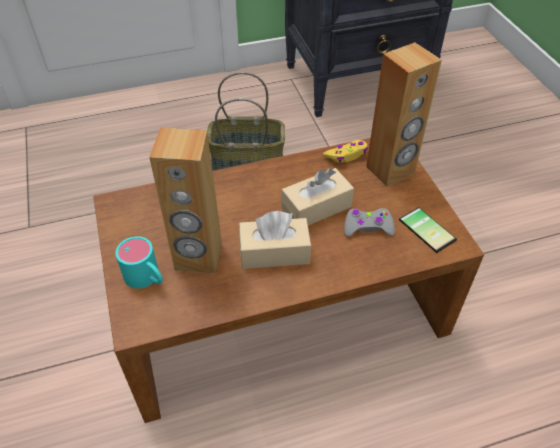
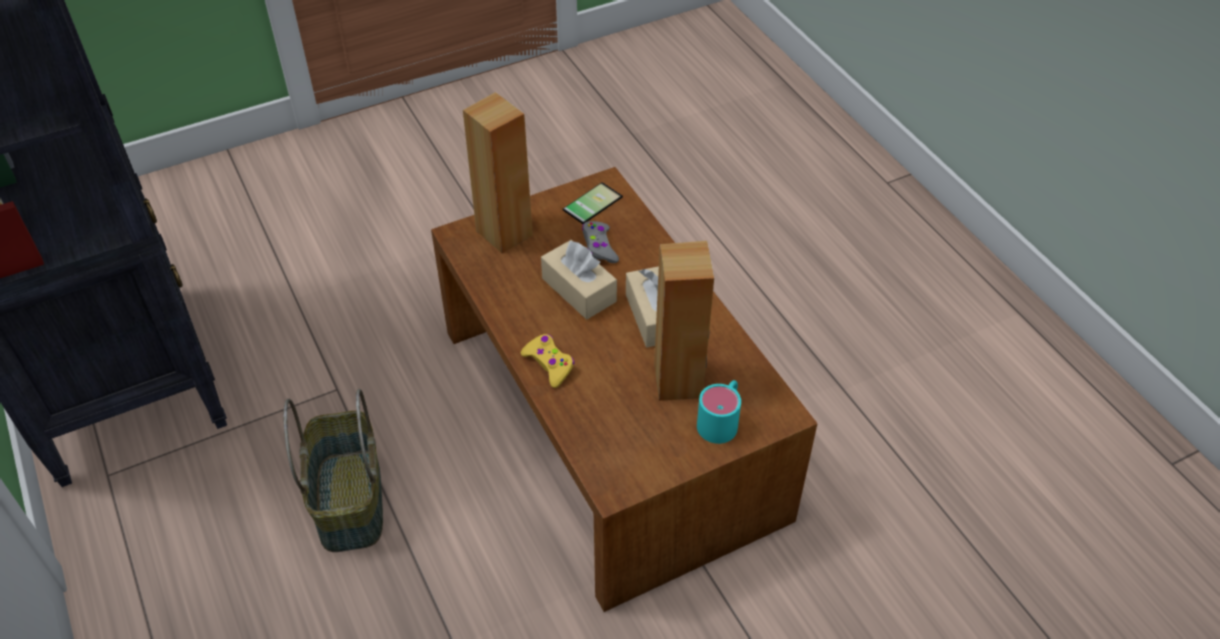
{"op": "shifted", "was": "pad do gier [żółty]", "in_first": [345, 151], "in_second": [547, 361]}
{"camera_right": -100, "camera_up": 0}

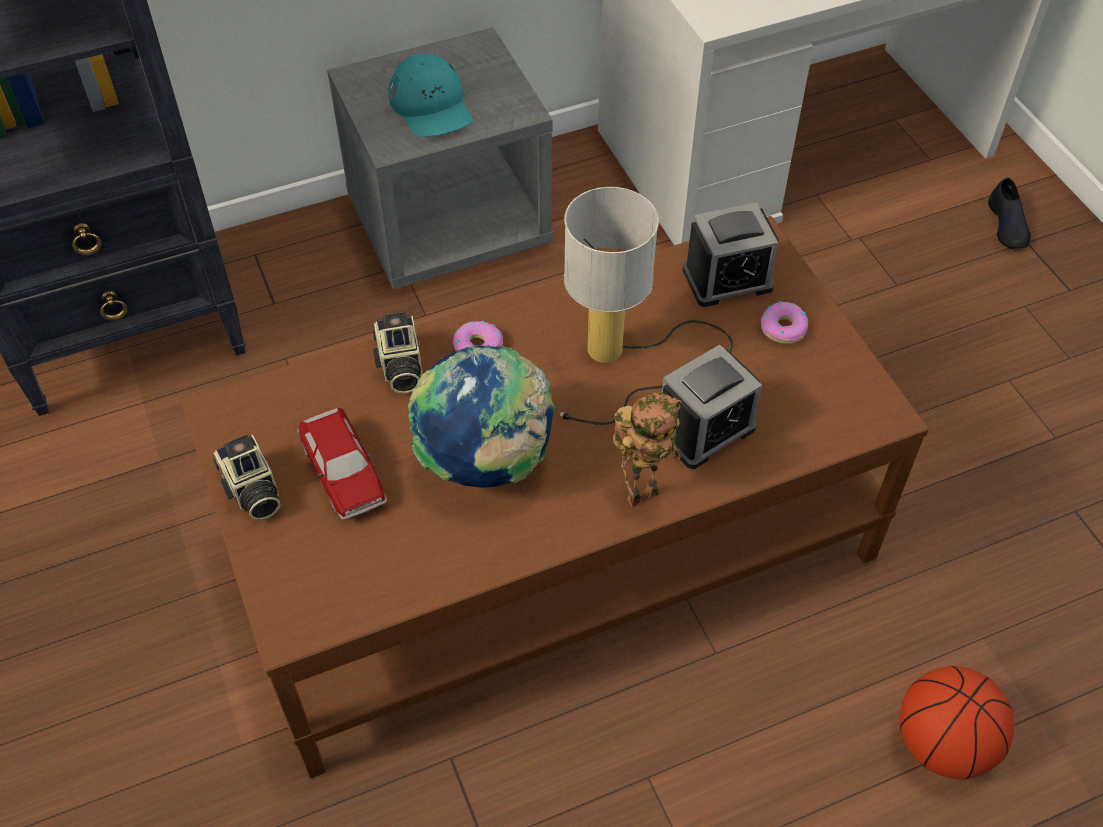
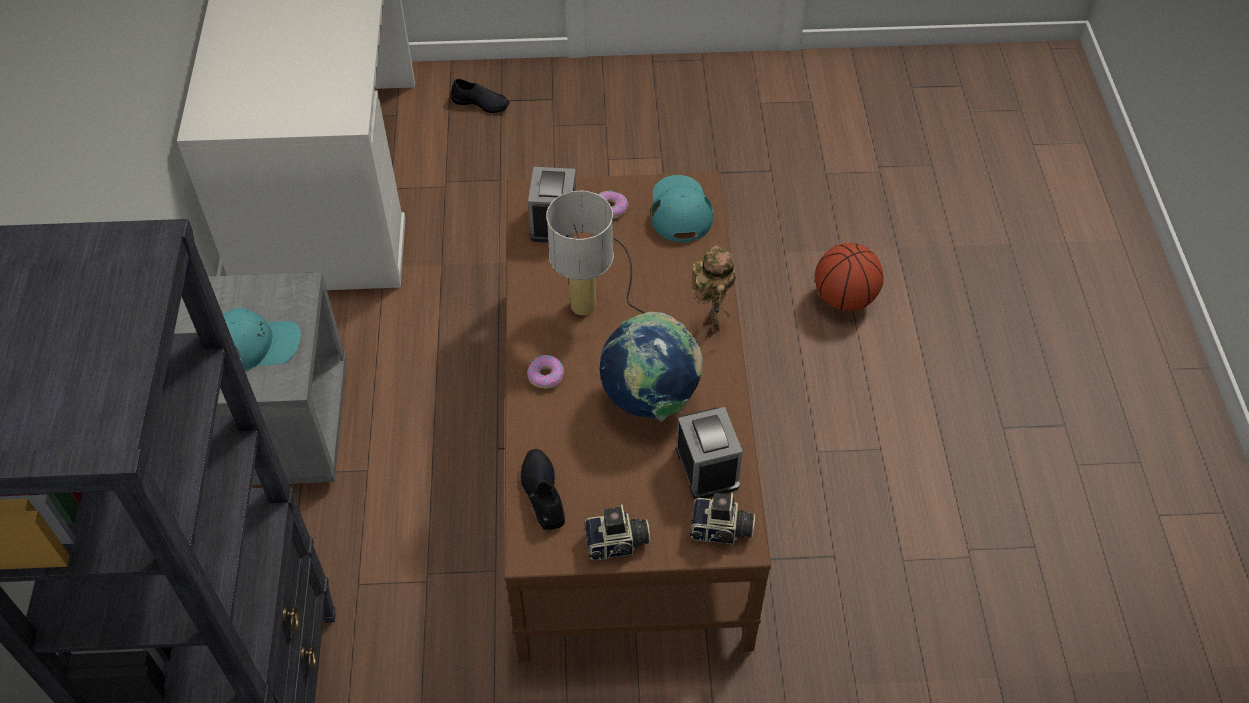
{"op": "shifted", "was": "aparat fotograficzny", "in_first": [397, 353], "in_second": [722, 518]}
{"op": "shifted", "was": "budzik", "in_first": [712, 407], "in_second": [709, 453]}
{"op": "gone", "was": "samochodzik", "in_first": [342, 464]}
{"op": "new", "now": "czapka z daszkiem [turkusowy]", "in_second": [682, 208]}
{"op": "new", "now": "but [czarny]", "in_second": [542, 489]}
{"camera_right": -70, "camera_up": 0}

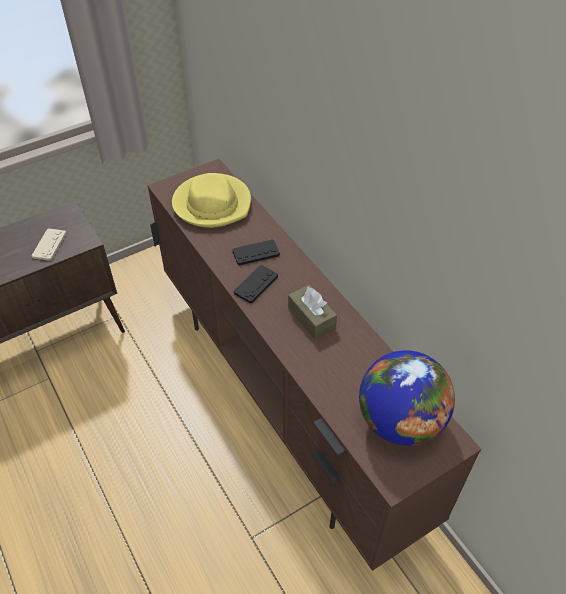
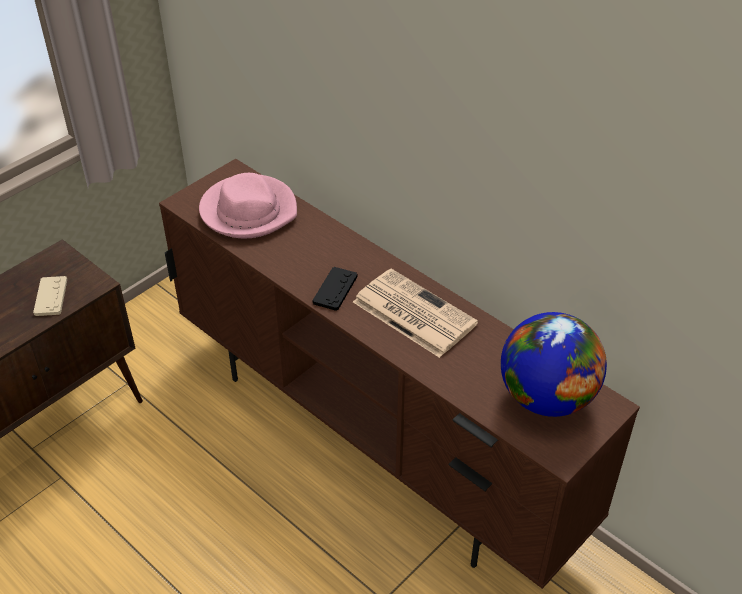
{"op": "repainted", "was": "kapelusz [żółty]", "now": "kapelusz [różowy]", "in_first": [211, 200], "in_second": [248, 205]}
{"op": "gone", "was": "pad do gier [czarny]", "in_first": [256, 252]}
{"op": "swapped", "was": "pudełko chusteczek [brązowy]", "now": "gazeta", "in_first": [312, 312], "in_second": [415, 313]}
{"camera_right": -15, "camera_up": -5}

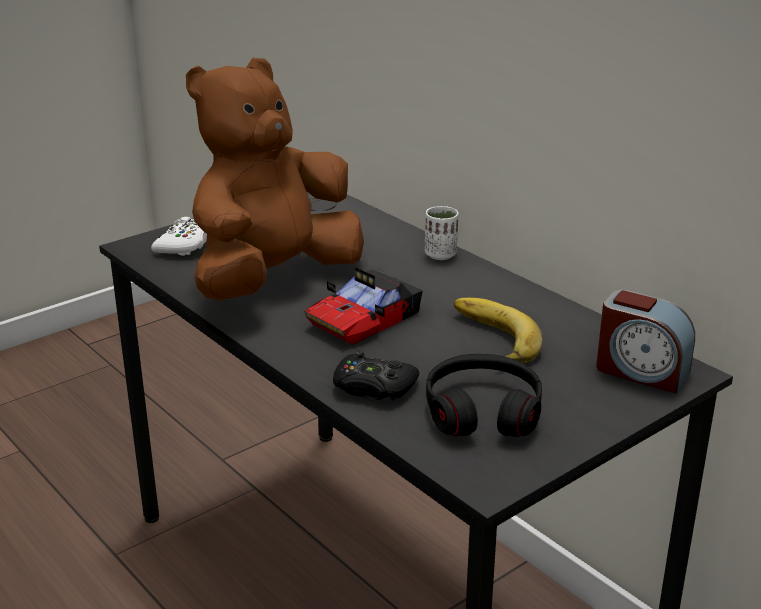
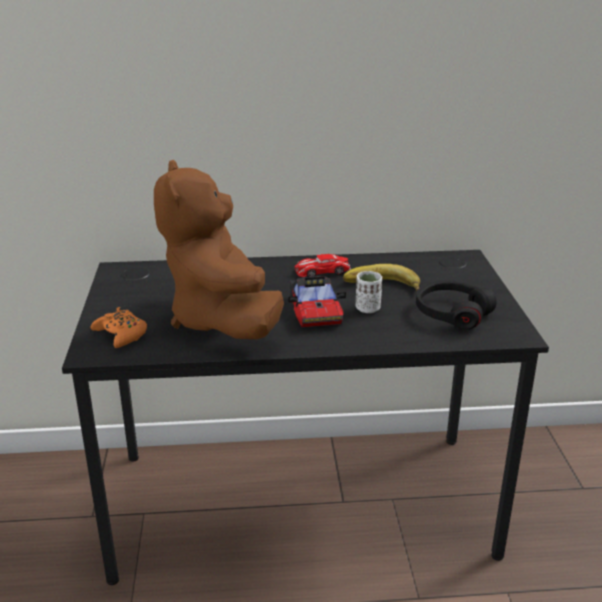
{"op": "shifted", "was": "filiżanka [biały]", "in_first": [442, 233], "in_second": [369, 292]}
{"op": "repainted", "was": "pad do gier [biały]", "now": "pad do gier [pomarańczowy]", "in_first": [179, 236], "in_second": [119, 327]}
{"op": "gone", "was": "budzik", "in_first": [645, 341]}
{"op": "gone", "was": "pad do gier [czarny]", "in_first": [376, 375]}
{"op": "new", "now": "samochodzik", "in_second": [322, 265]}
{"camera_right": -55, "camera_up": 0}

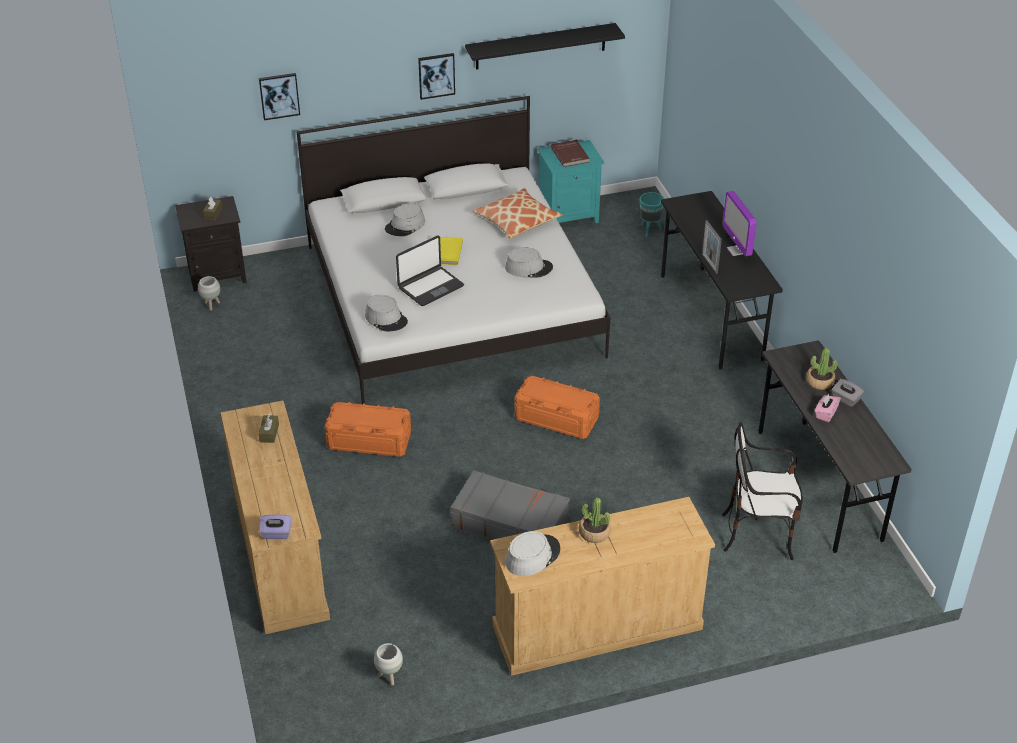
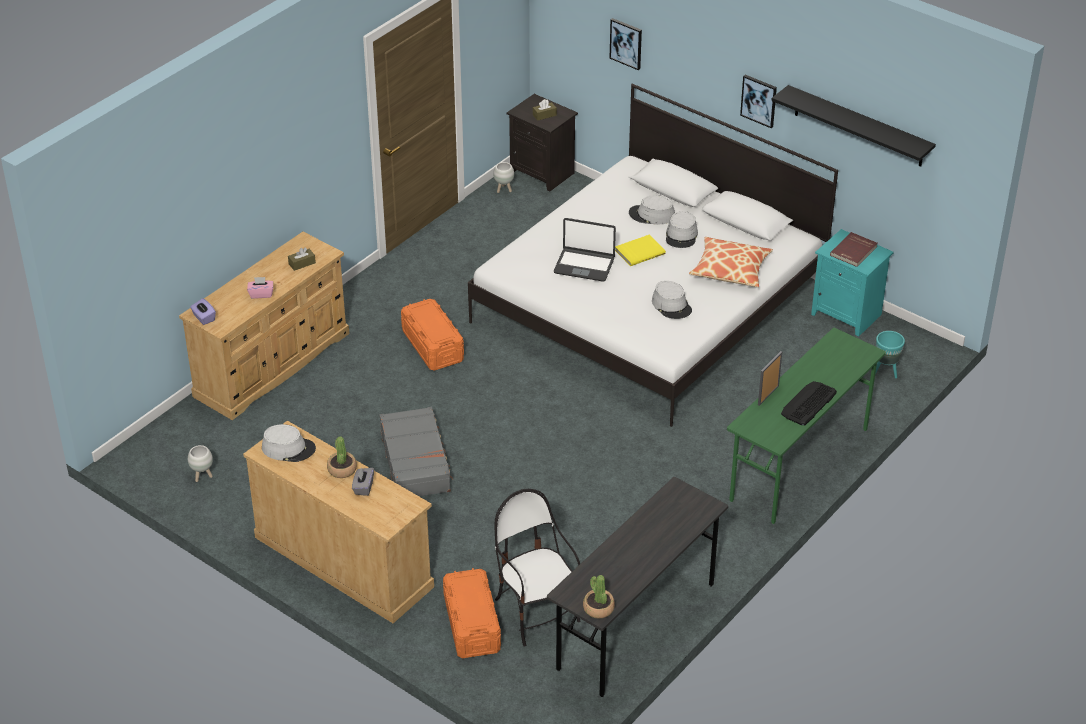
{"op": "repainted", "was": "biurko [czarny]", "now": "biurko [zielony]", "in_first": [722, 280], "in_second": [806, 426]}
{"op": "swapped", "was": "monitor", "now": "klawiatura", "in_first": [739, 223], "in_second": [809, 403]}
{"op": "shifted", "was": "kapelusz [szary]", "in_first": [386, 313], "in_second": [682, 229]}
{"op": "shifted", "was": "roślina doniczkowa", "in_first": [821, 369], "in_second": [599, 597]}
{"op": "shifted", "was": "pojemnik do przechowywania [pomarańczowy]", "in_first": [557, 407], "in_second": [472, 613]}
{"op": "shifted", "was": "pudełko chusteczek [szary]", "in_first": [848, 393], "in_second": [363, 482]}
{"op": "shifted", "was": "pudełko chusteczek [różowy]", "in_first": [828, 408], "in_second": [260, 288]}
{"camera_right": 55, "camera_up": 0}

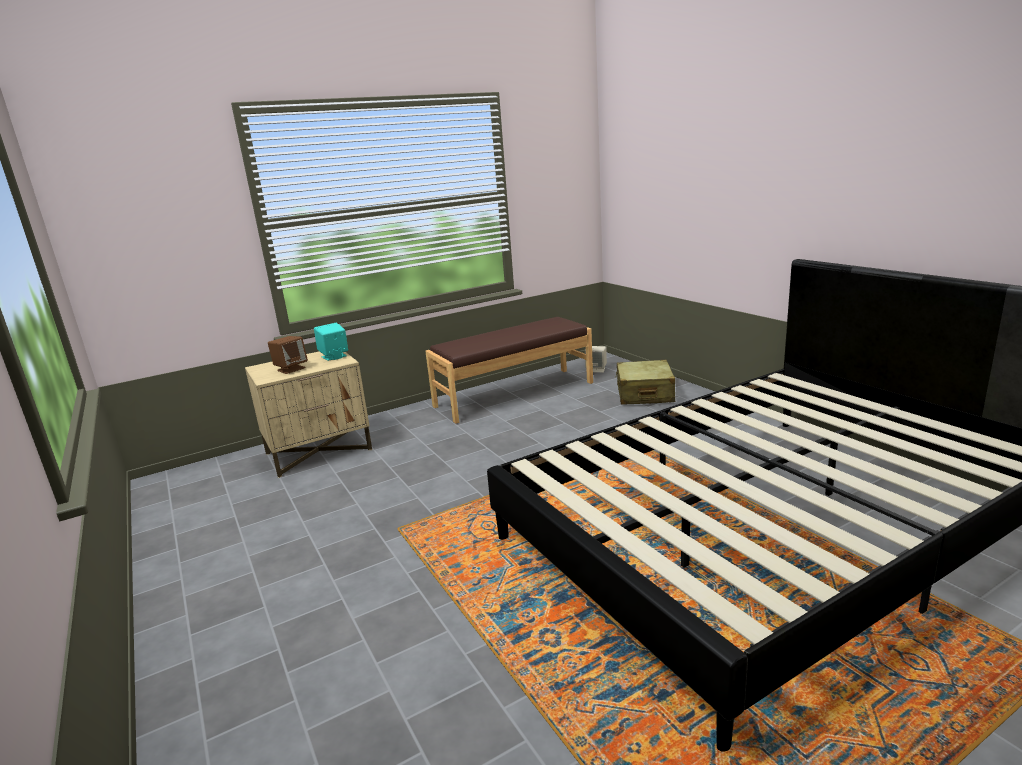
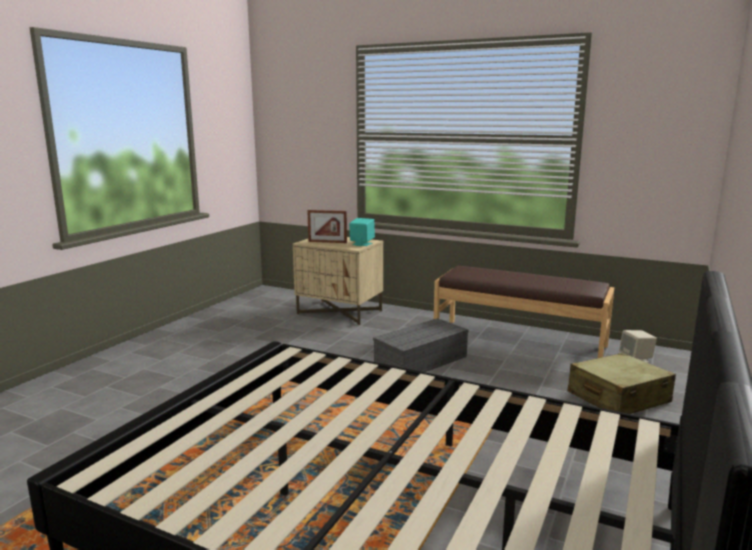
{"op": "swapped", "was": "głośnik [brązowy]", "now": "ramka na zdjęcie", "in_first": [288, 355], "in_second": [327, 226]}
{"op": "new", "now": "pojemnik do przechowywania [szary]", "in_second": [421, 345]}
{"camera_right": 55, "camera_up": -5}

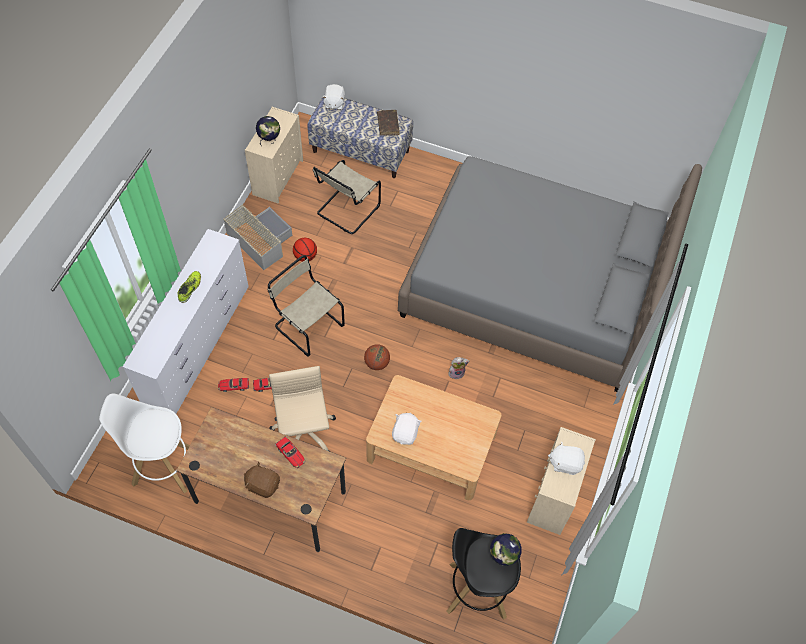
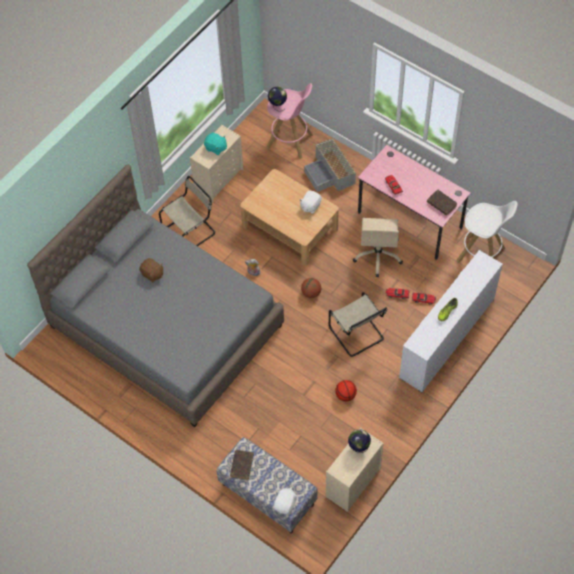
{"op": "shifted", "was": "krzesło [beżowy]", "in_first": [347, 197], "in_second": [187, 211]}
{"op": "shifted", "was": "pojemnik do przechowywania [szary]", "in_first": [257, 237], "in_second": [330, 165]}
{"op": "repainted", "was": "biurko [brązowy]", "now": "biurko [różowy]", "in_first": [261, 479], "in_second": [414, 202]}
{"op": "repainted", "was": "pluszak [biały]", "now": "pluszak [turkusowy]", "in_first": [566, 458], "in_second": [215, 144]}
{"op": "shifted", "was": "pluszak [brązowy]", "in_first": [262, 480], "in_second": [151, 270]}
{"op": "repainted", "was": "stołek [czarny]", "now": "stołek [różowy]", "in_first": [483, 573], "in_second": [289, 121]}
{"op": "new", "now": "książka [brązowy]", "in_second": [442, 202]}
{"camera_right": -160, "camera_up": 0}

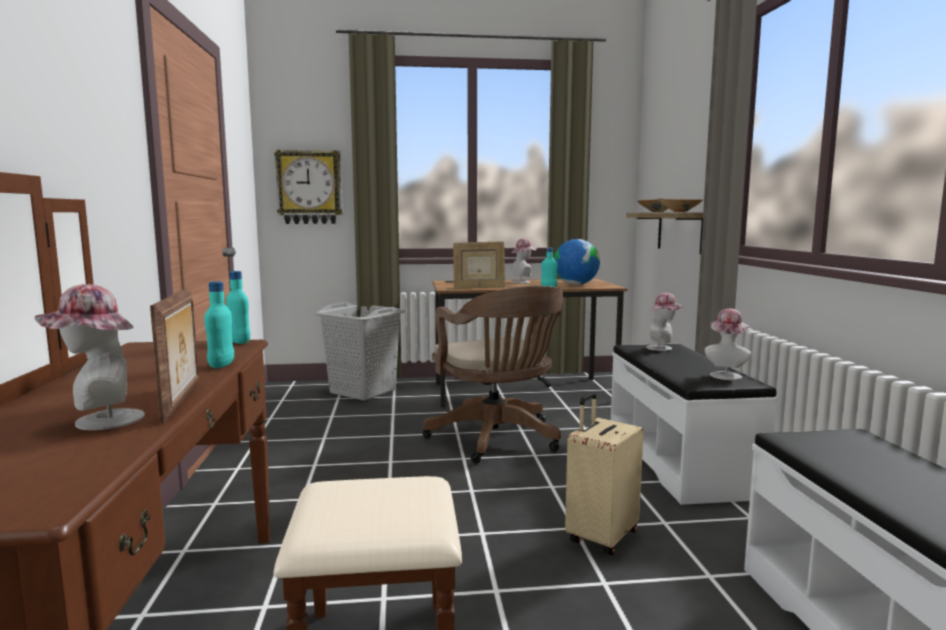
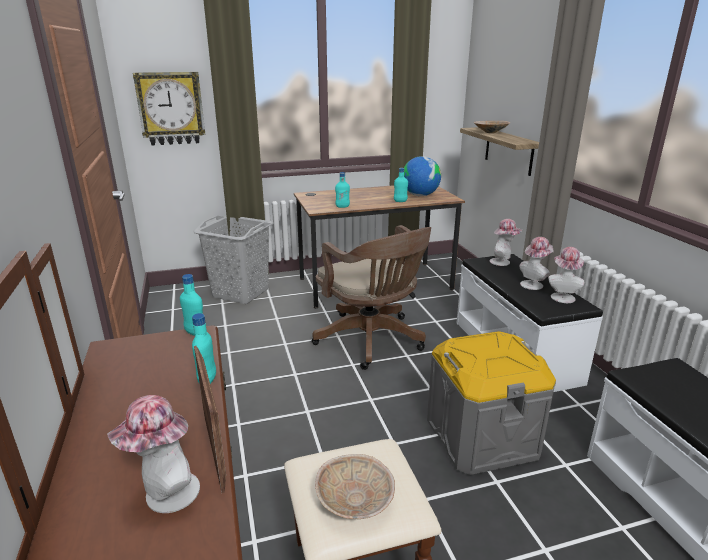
{"op": "shifted", "was": "miska [beżowy]", "in_first": [681, 205], "in_second": [355, 486]}
{"op": "shifted", "was": "kapelusz", "in_first": [524, 261], "in_second": [536, 263]}
{"op": "swapped", "was": "ramka na zdjęcie", "now": "butelka [turkusowy]", "in_first": [479, 264], "in_second": [342, 190]}
{"op": "swapped", "was": "walizka [beżowy]", "now": "pojemnik do przechowywania [szary]", "in_first": [604, 473], "in_second": [491, 403]}
{"camera_right": -10, "camera_up": 15}

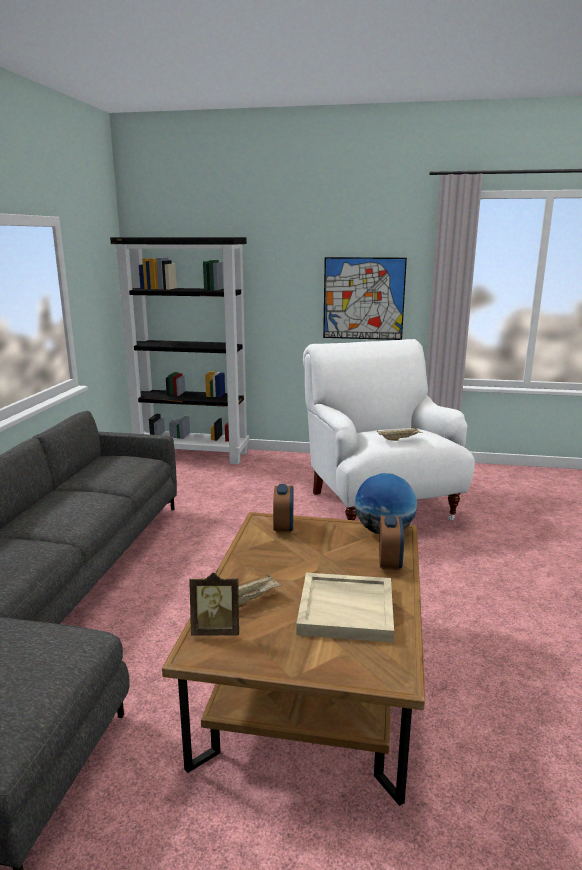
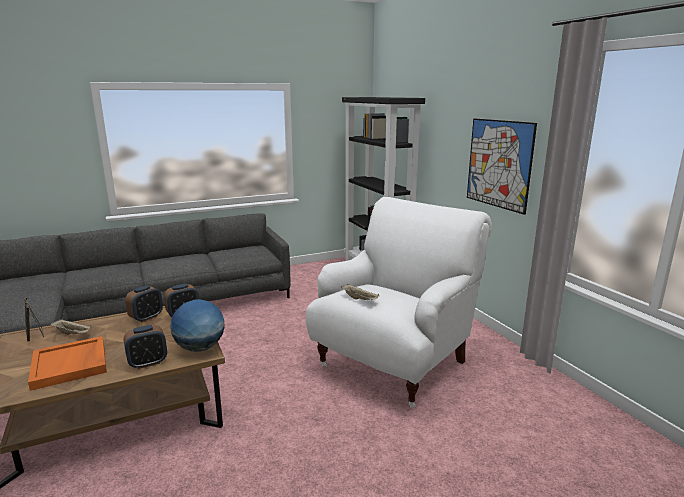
{"op": "repainted", "was": "taca [beżowy]", "now": "taca [pomarańczowy]", "in_first": [345, 608], "in_second": [67, 363]}
{"op": "new", "now": "budzik", "in_second": [144, 303]}
{"camera_right": 55, "camera_up": 0}

